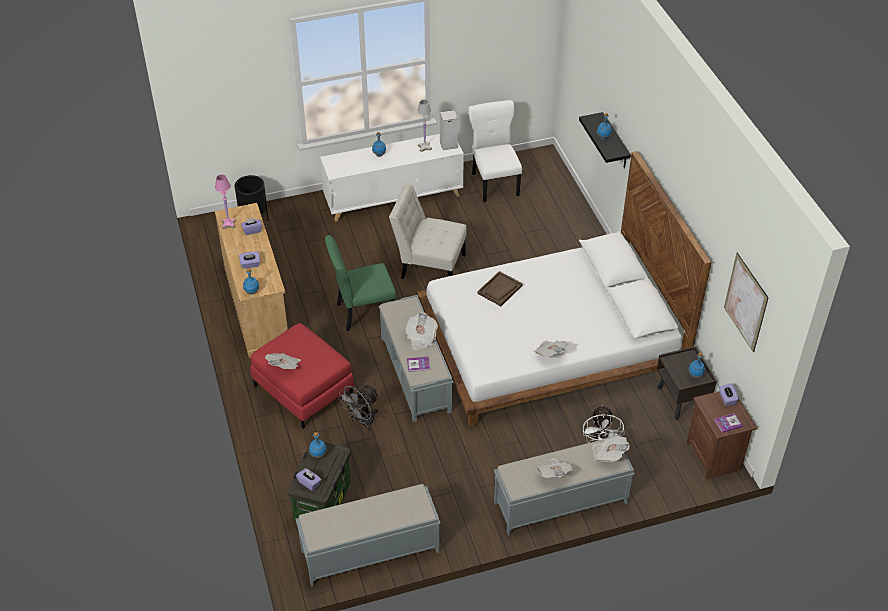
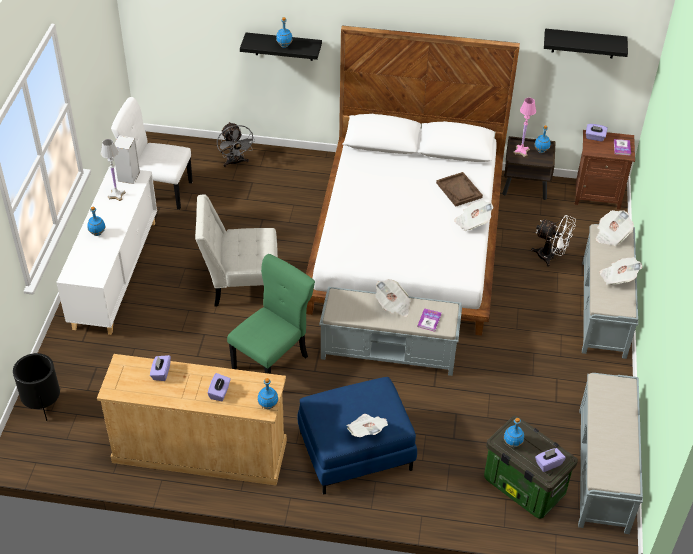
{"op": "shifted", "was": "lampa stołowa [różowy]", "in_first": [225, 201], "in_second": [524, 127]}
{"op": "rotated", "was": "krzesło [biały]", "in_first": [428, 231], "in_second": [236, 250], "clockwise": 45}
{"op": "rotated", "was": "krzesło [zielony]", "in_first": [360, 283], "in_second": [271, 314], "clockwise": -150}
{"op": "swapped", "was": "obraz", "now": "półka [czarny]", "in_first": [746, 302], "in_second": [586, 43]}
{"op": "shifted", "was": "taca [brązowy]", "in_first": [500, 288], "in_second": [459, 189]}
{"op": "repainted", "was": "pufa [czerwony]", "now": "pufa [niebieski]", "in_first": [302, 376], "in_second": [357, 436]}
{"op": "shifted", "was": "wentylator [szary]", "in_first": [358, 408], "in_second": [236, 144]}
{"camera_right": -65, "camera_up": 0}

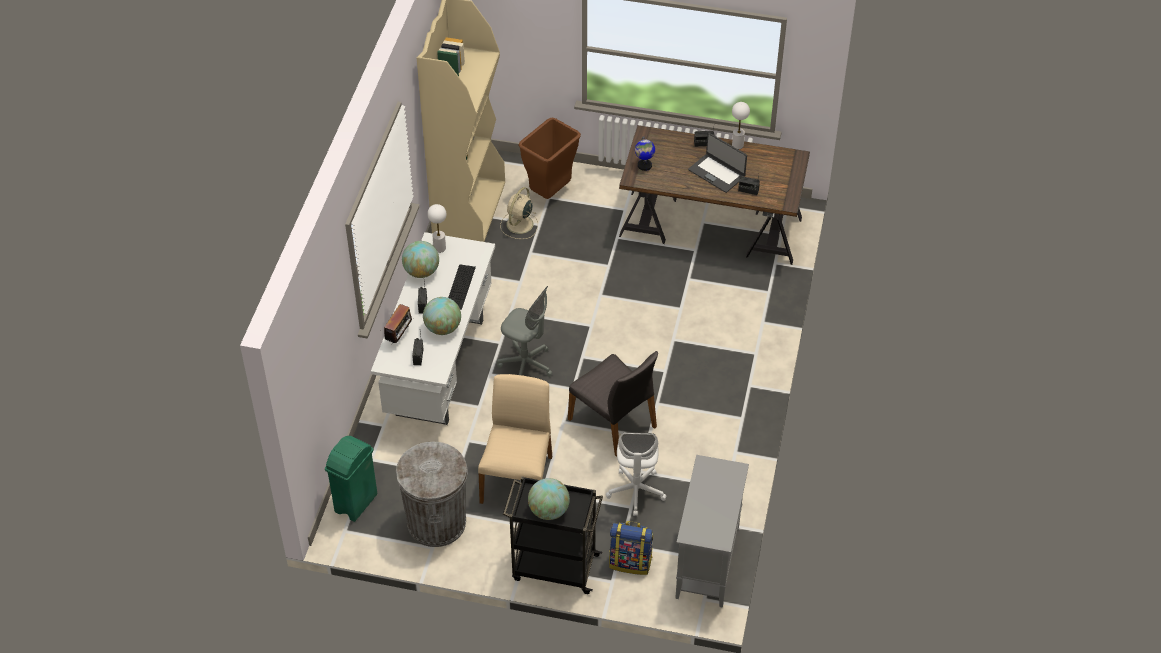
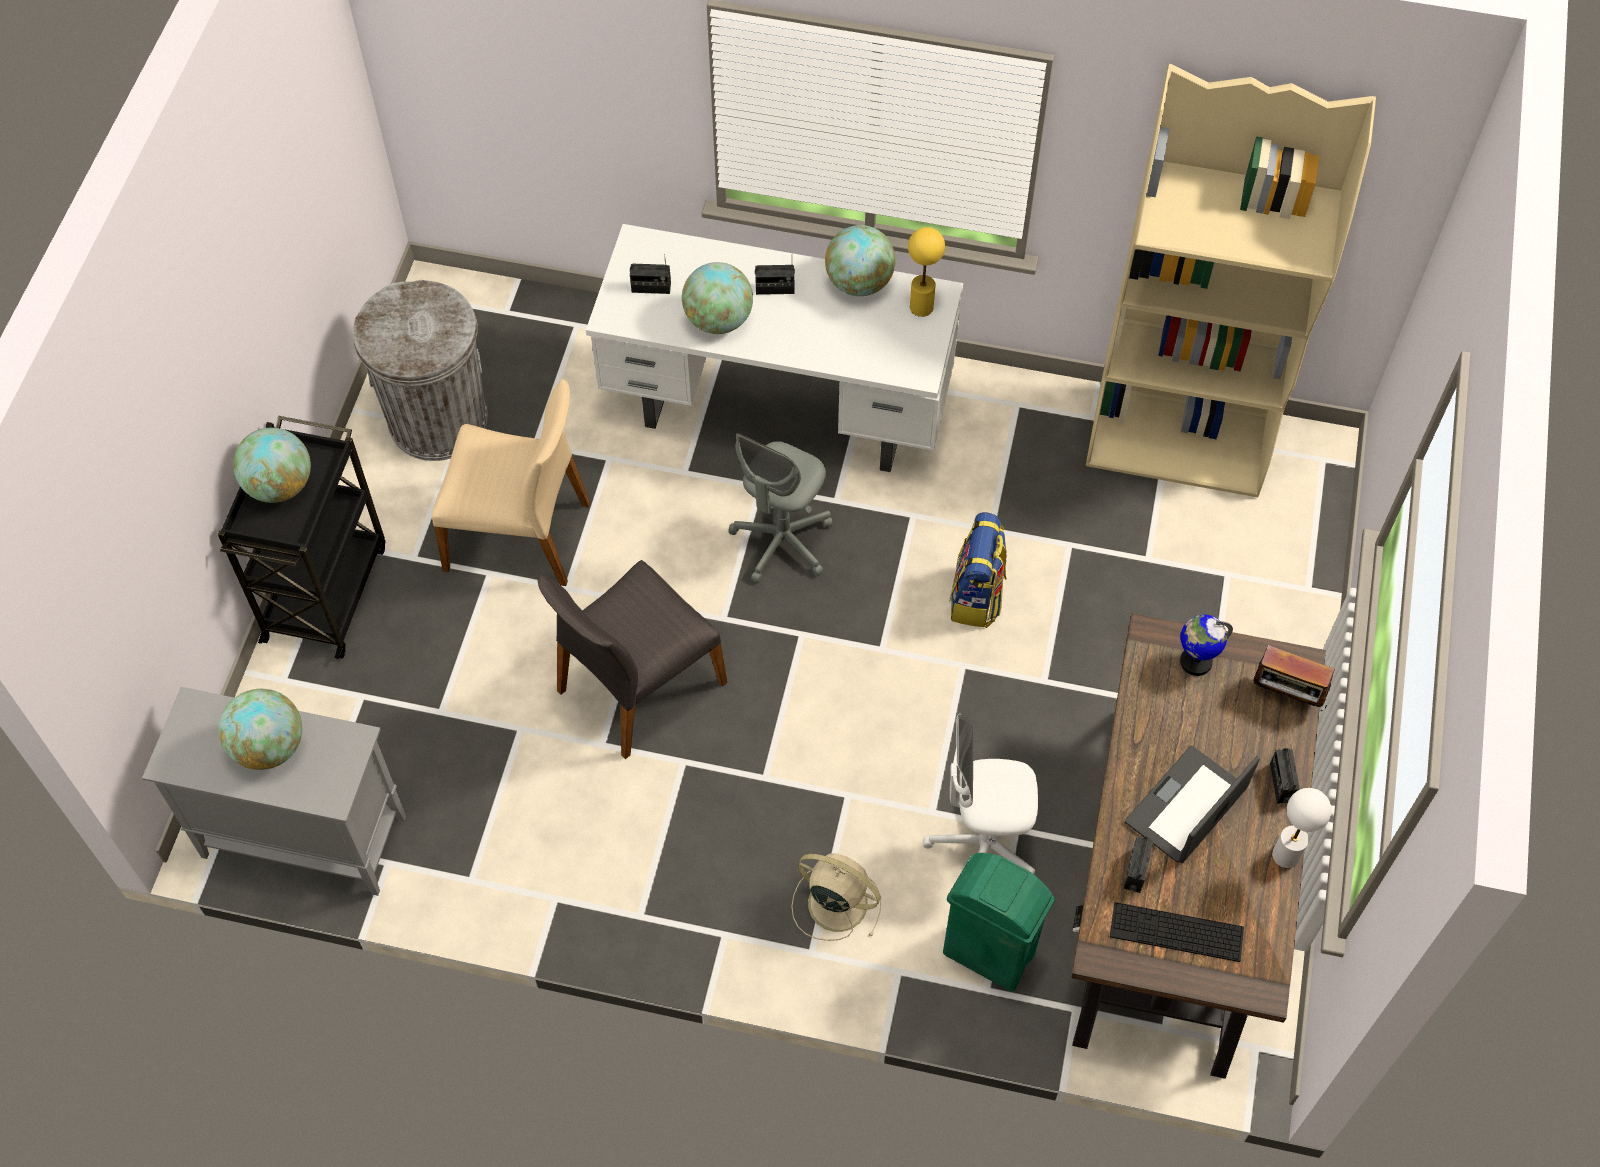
{"op": "gone", "was": "kosz na śmieci [brązowy]", "in_first": [549, 158]}
{"op": "shifted", "was": "wentylator [beżowy]", "in_first": [519, 213], "in_second": [836, 897]}
{"op": "repainted", "was": "lampa stołowa [biały]", "now": "lampa stołowa [żółty]", "in_first": [436, 228], "in_second": [926, 272]}
{"op": "shifted", "was": "klawiatura", "in_first": [462, 287], "in_second": [1177, 932]}
{"op": "shifted", "was": "radio", "in_first": [398, 323], "in_second": [1293, 678]}
{"op": "shifted", "was": "krzesło biurowe [biały]", "in_first": [636, 474], "in_second": [980, 794]}
{"op": "shifted", "was": "kosz na śmieci [zielony]", "in_first": [351, 479], "in_second": [999, 922]}
{"op": "shifted", "was": "plecak", "in_first": [631, 548], "in_second": [978, 570]}
{"op": "new", "now": "globus", "in_second": [260, 729]}
{"camera_right": 90, "camera_up": 10}

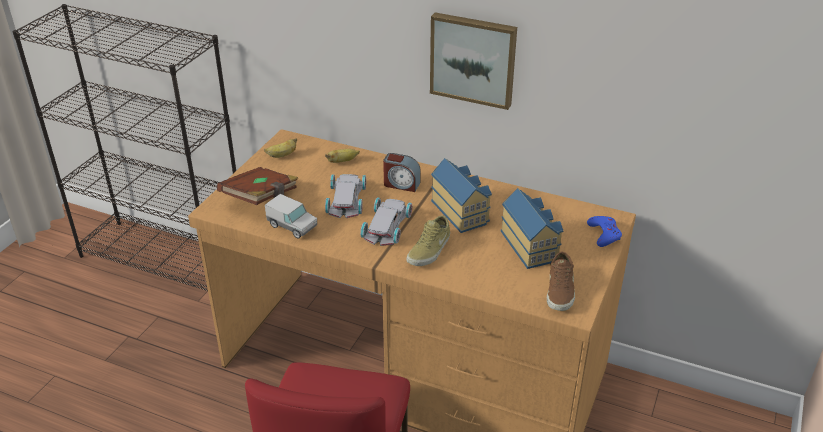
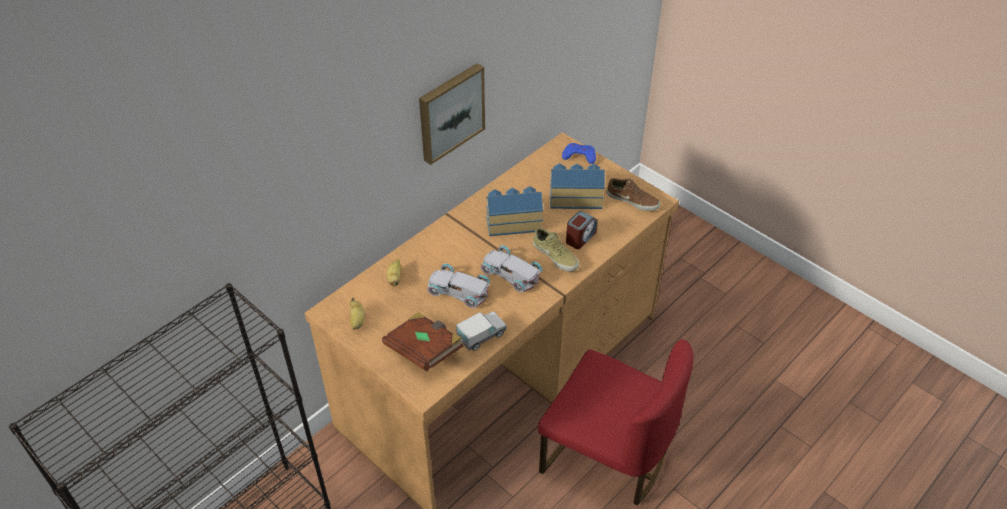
{"op": "shifted", "was": "budzik", "in_first": [402, 172], "in_second": [581, 230]}
{"camera_right": -70, "camera_up": 10}

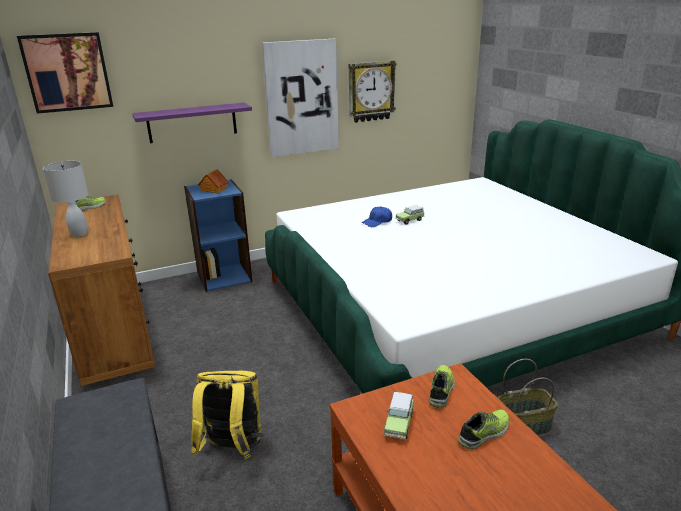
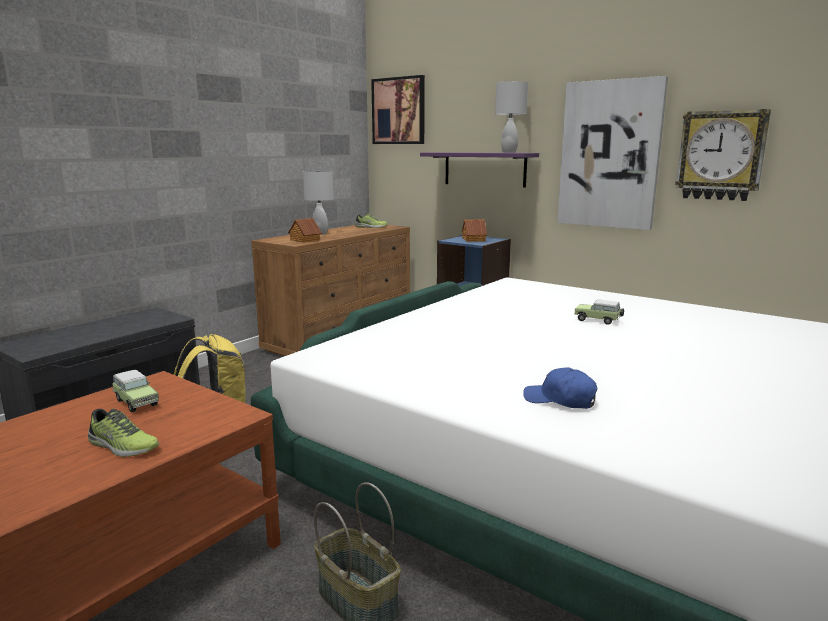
{"op": "shifted", "was": "czapka z daszkiem [niebieski]", "in_first": [377, 216], "in_second": [560, 388]}
{"op": "gone", "was": "but", "in_first": [442, 386]}
{"op": "rotated", "was": "samochodzik", "in_first": [399, 415], "in_second": [135, 391], "clockwise": -120}
{"op": "new", "now": "lampa stołowa [biały]", "in_second": [511, 117]}
{"op": "new", "now": "domek", "in_second": [305, 230]}
{"camera_right": 60, "camera_up": -10}

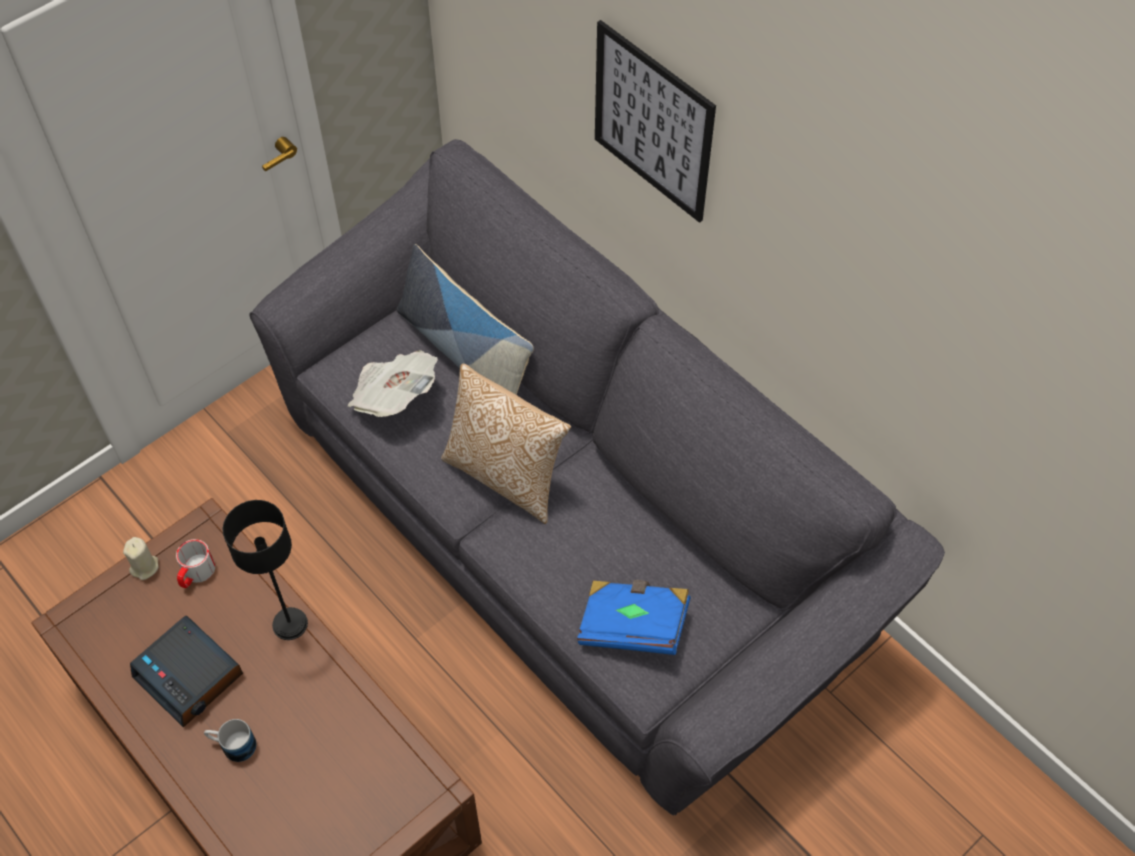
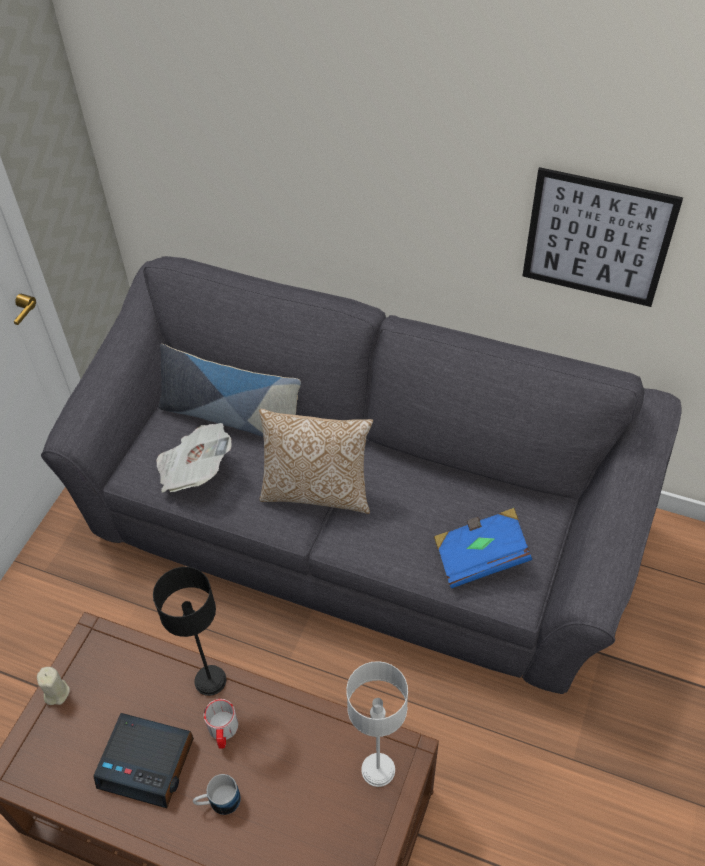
{"op": "shifted", "was": "obraz", "in_first": [655, 121], "in_second": [602, 237]}
{"op": "shifted", "was": "kubek", "in_first": [195, 563], "in_second": [221, 724]}
{"op": "new", "now": "lampa stołowa [szary]", "in_second": [377, 724]}
{"camera_right": -25, "camera_up": -5}

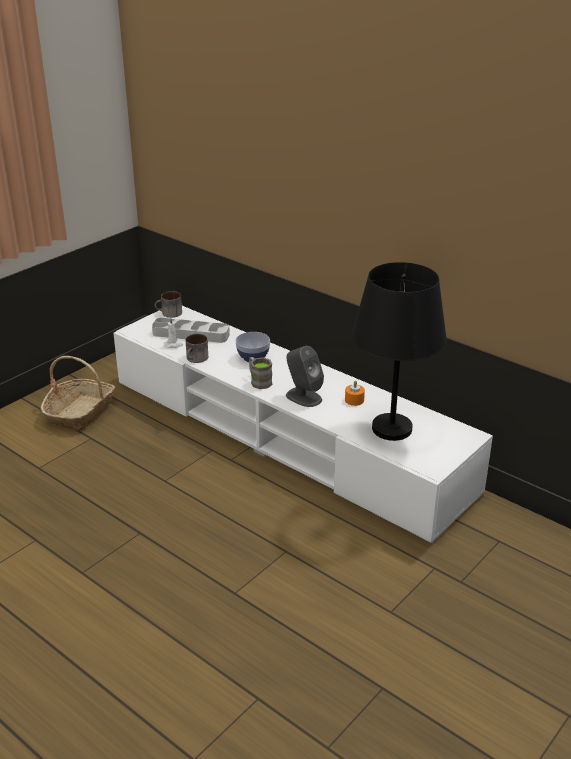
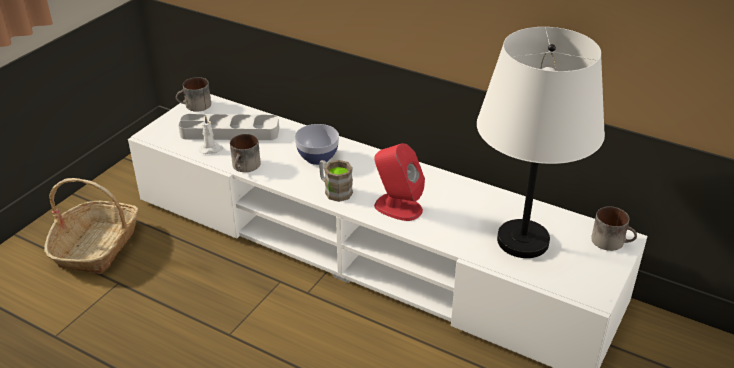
{"op": "repainted", "was": "lampa stołowa [czarny]", "now": "lampa stołowa [biały]", "in_first": [399, 351], "in_second": [541, 142]}
{"op": "repainted", "was": "głośnik [szary]", "now": "głośnik [czerwony]", "in_first": [305, 376], "in_second": [399, 182]}
{"op": "gone", "was": "świeca [pomarańczowy]", "in_first": [355, 393]}
{"op": "new", "now": "kubek", "in_second": [614, 228]}
{"camera_right": -10, "camera_up": 5}

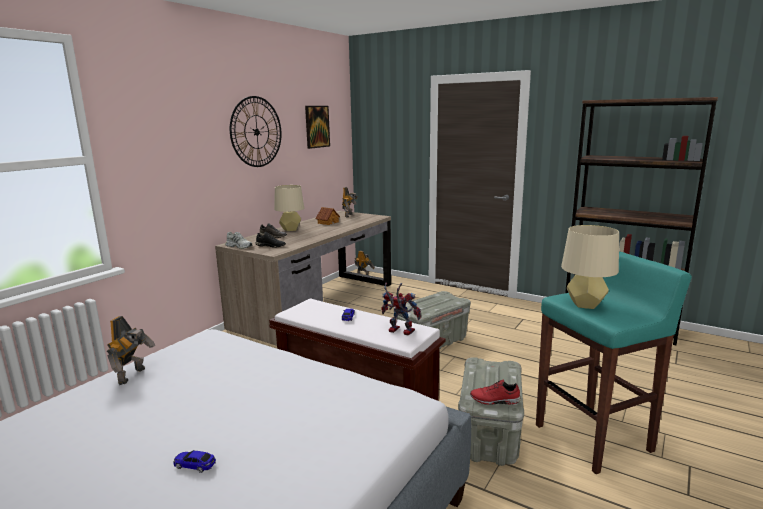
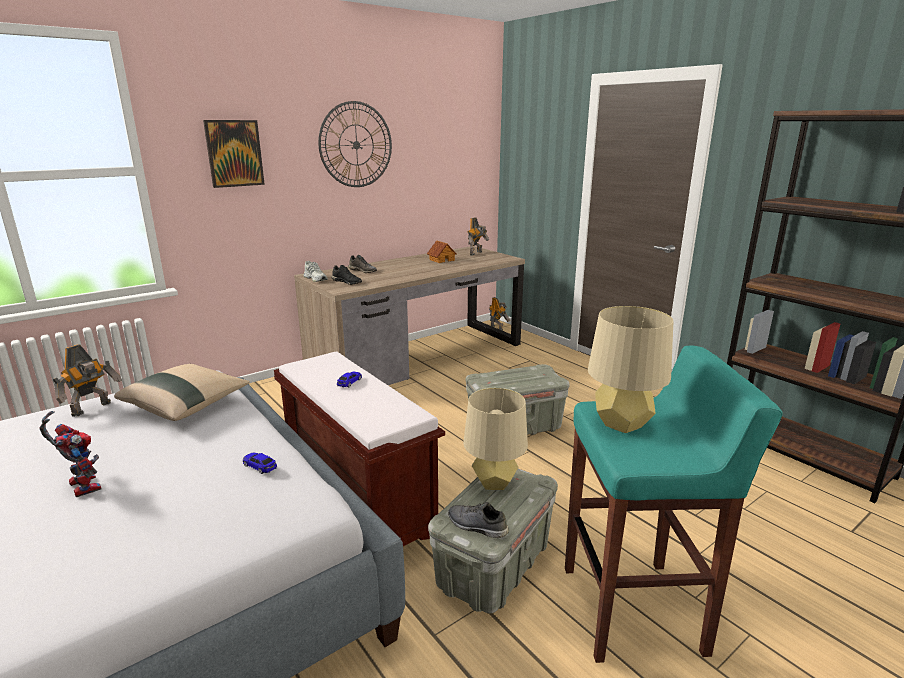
{"op": "shifted", "was": "obraz", "in_first": [317, 127], "in_second": [234, 154]}
{"op": "shifted", "was": "lampa stołowa [beżowy]", "in_first": [289, 208], "in_second": [495, 439]}
{"op": "shifted", "was": "robot zabawkowy", "in_first": [401, 309], "in_second": [70, 454]}
{"op": "repainted", "was": "but [czerwony]", "now": "but [szary]", "in_first": [495, 392], "in_second": [478, 520]}
{"op": "shifted", "was": "samochodzik", "in_first": [194, 461], "in_second": [260, 463]}
{"op": "new", "now": "poduszka [beżowy]", "in_second": [182, 392]}
{"camera_right": 20, "camera_up": 5}

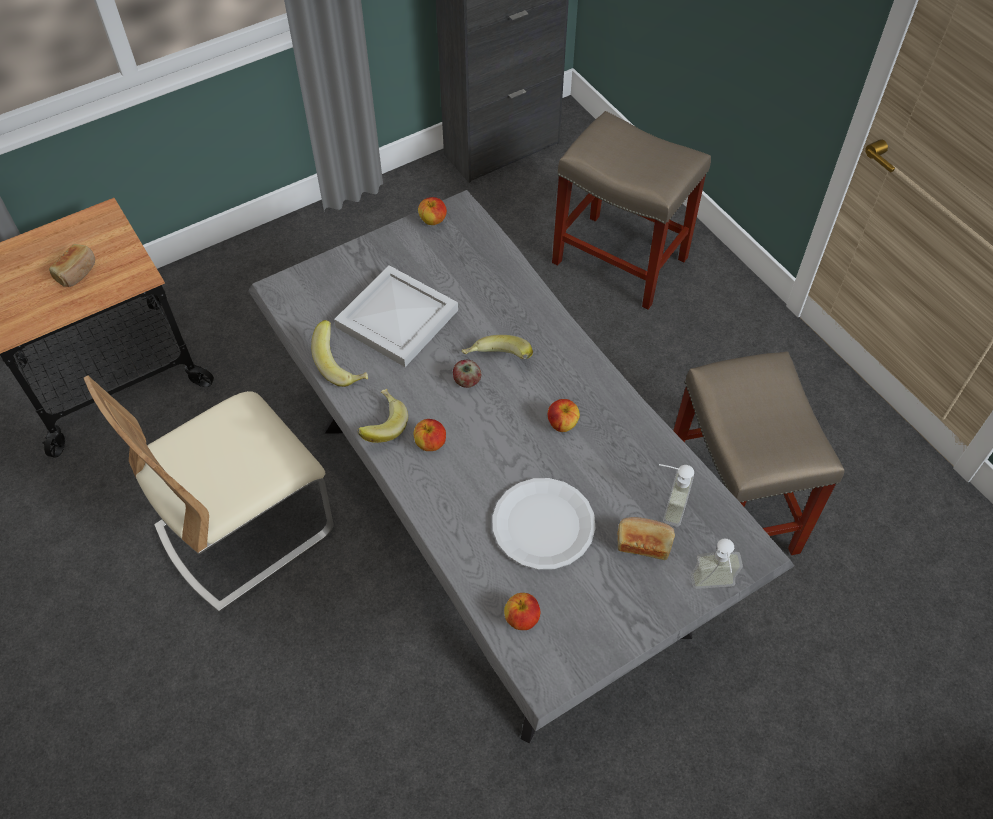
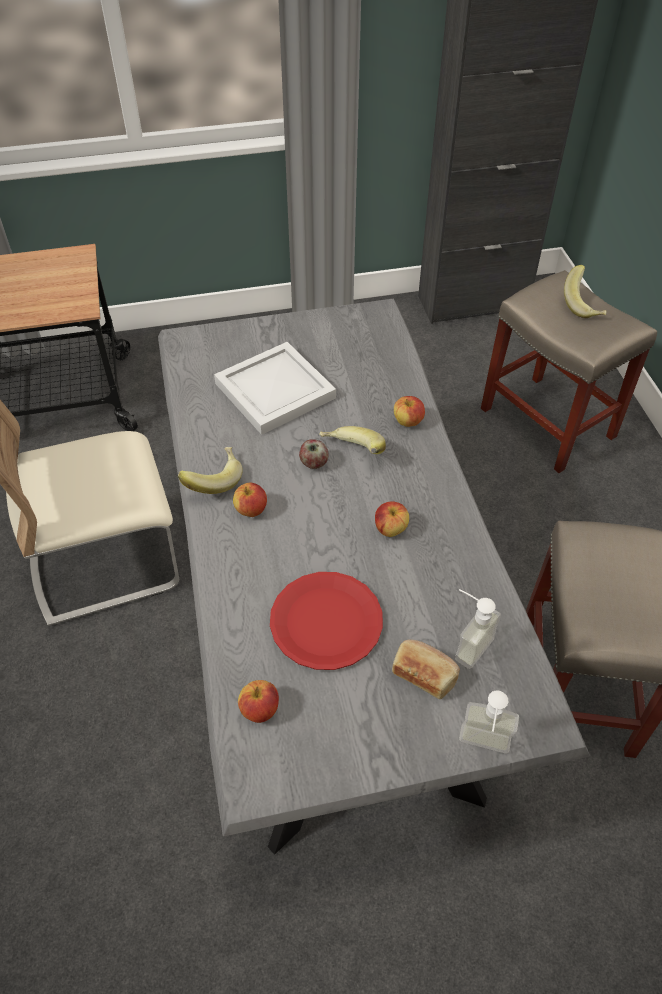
{"op": "shifted", "was": "jabłko", "in_first": [432, 211], "in_second": [409, 411]}
{"op": "gone", "was": "chleb", "in_first": [72, 265]}
{"op": "shifted", "was": "banan", "in_first": [339, 353], "in_second": [585, 291]}
{"op": "repainted", "was": "talerz [biały]", "now": "talerz [czerwony]", "in_first": [544, 524], "in_second": [326, 621]}
{"camera_right": 20, "camera_up": -5}

